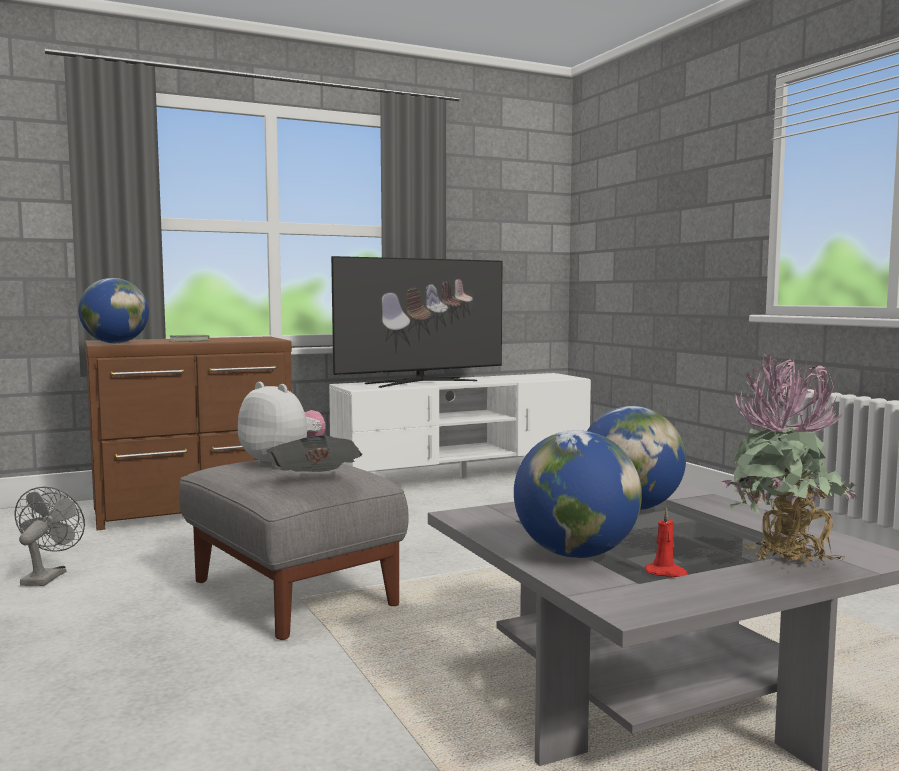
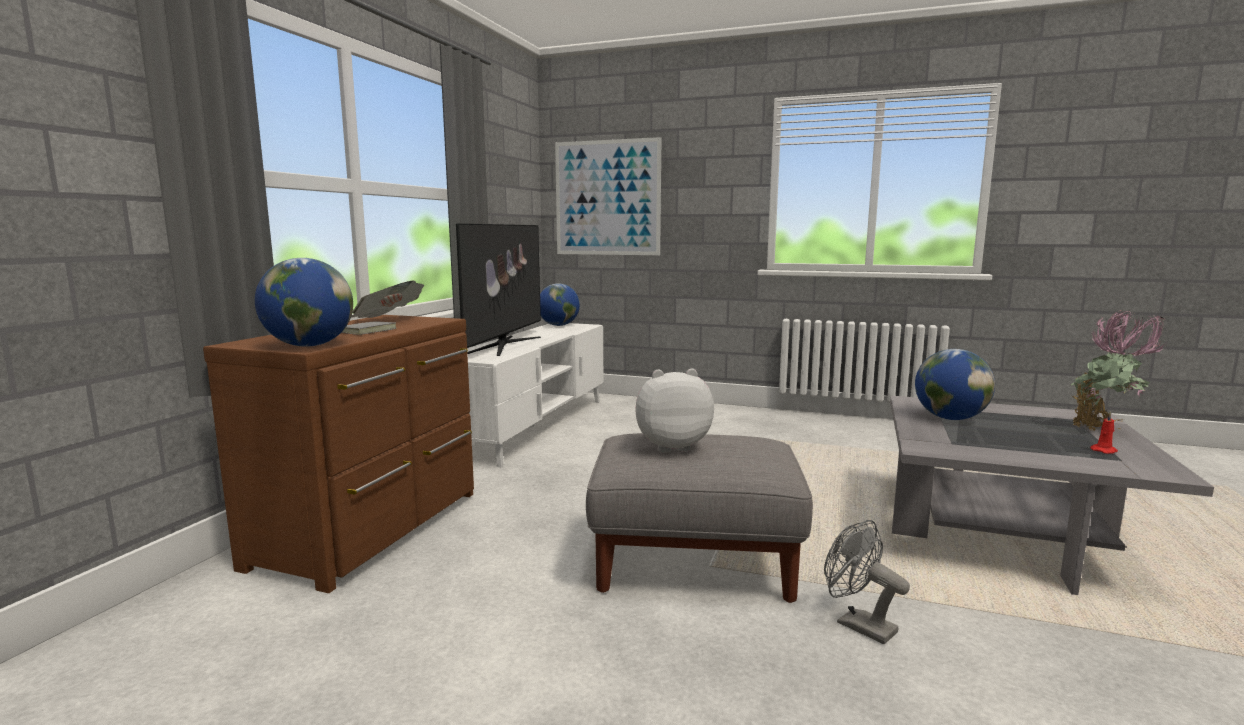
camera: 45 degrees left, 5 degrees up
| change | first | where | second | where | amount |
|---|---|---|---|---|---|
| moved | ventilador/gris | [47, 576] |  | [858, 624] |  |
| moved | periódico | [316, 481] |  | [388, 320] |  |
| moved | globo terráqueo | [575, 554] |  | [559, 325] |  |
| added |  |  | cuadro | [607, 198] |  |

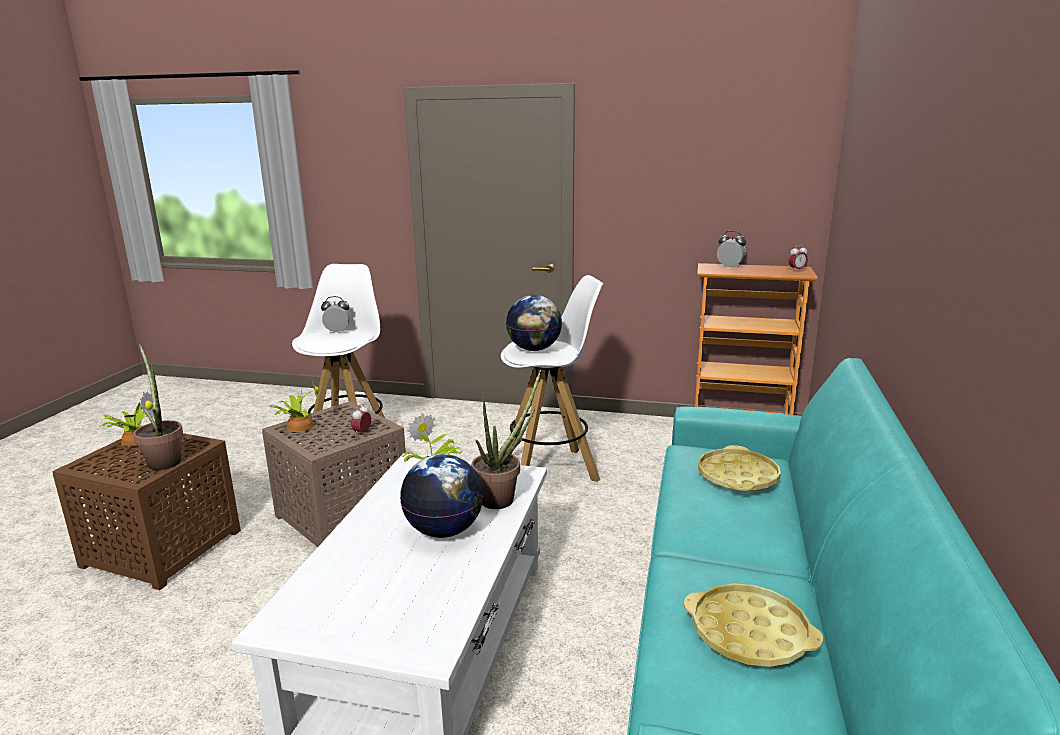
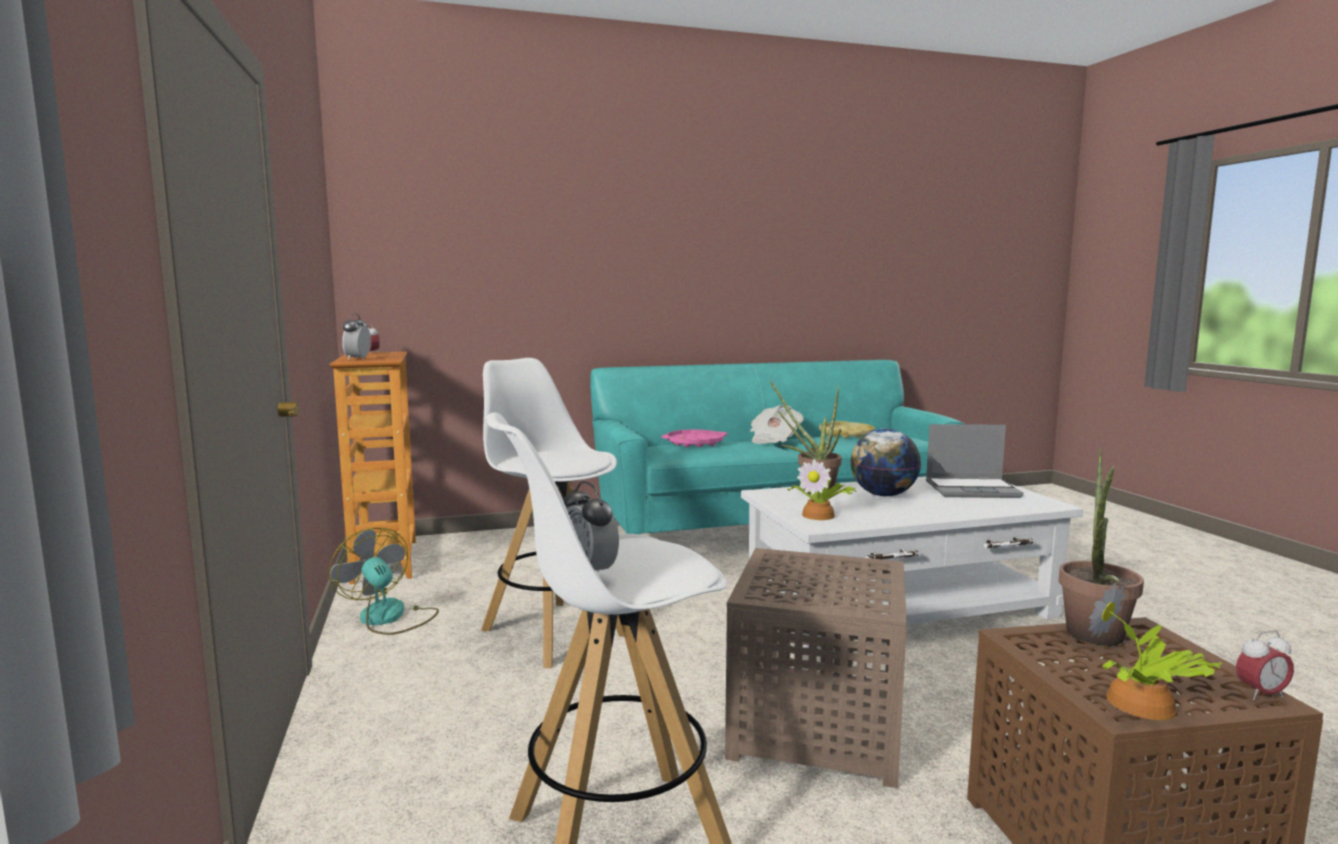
camera: 120 degrees left, 10 degrees down
| change | first | where | second | where | amount |
|---|---|---|---|---|---|
| removed | planta en maceta | [298, 426] |  |  |  |
| moved | despertador | [362, 433] |  | [1261, 694] |  |
| removed | globo terráqueo | [534, 349] |  |  |  |
| recoloured | bandeja/amarillo | [737, 476] | bandeja/rosa | [694, 443] |  |
| added |  |  | ventilador | [389, 618] |  |
| added |  |  | periódico | [773, 439] |  |
| added |  |  | portátil | [973, 490] |  |

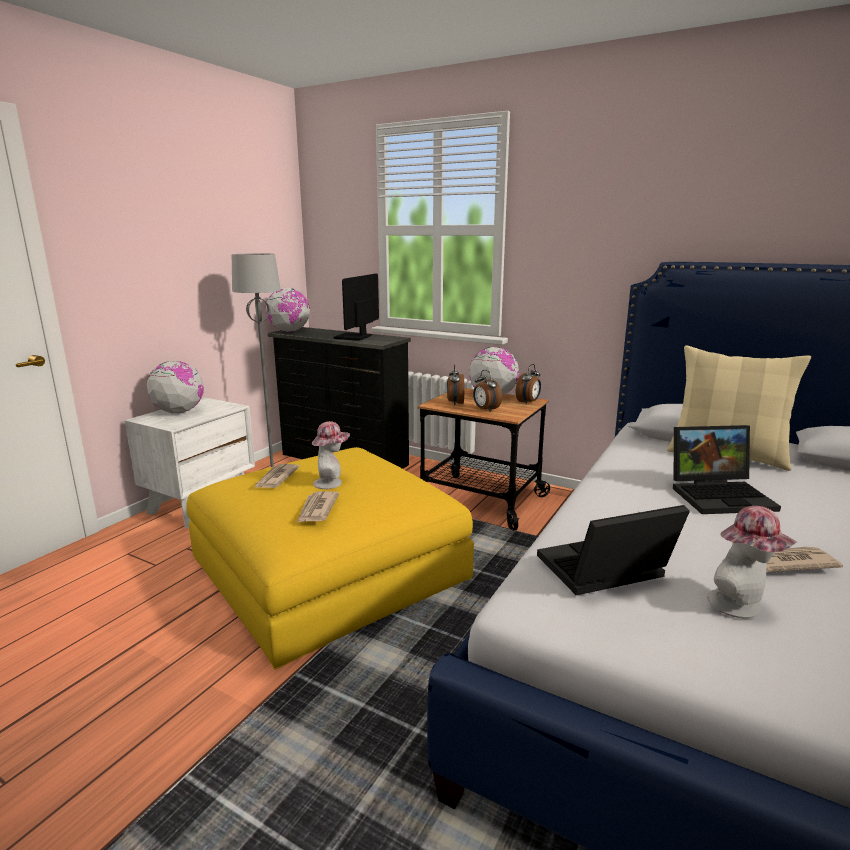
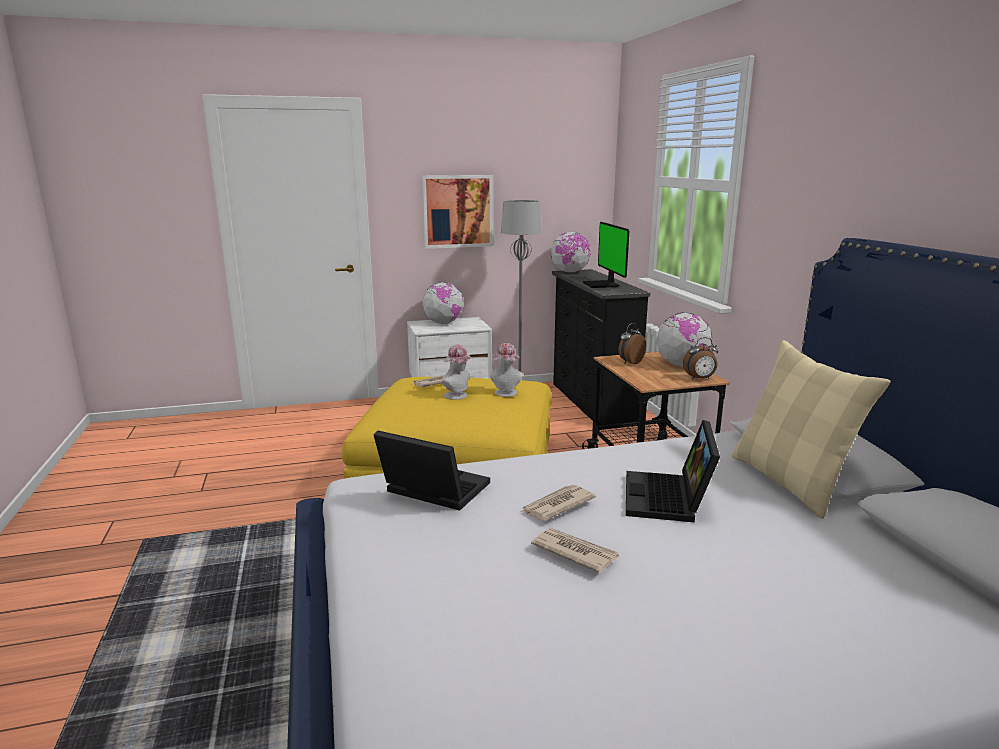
camera: 45 degrees right, 0 degrees up
| change | first | where | second | where | amount |
|---|---|---|---|---|---|
| moved | periódico | [317, 509] |  | [556, 505] |  |
| turned | monitor | [354, 337] |  | [602, 285] | 75 degrees counterclockwise |
| removed | despertador | [485, 410] |  |  |  |
| turned | portátil | [720, 495] |  | [669, 499] | 60 degrees clockwise |
| moved | sombrero | [741, 606] |  | [506, 393] |  |
| added |  |  | cuadro | [457, 211] |  |

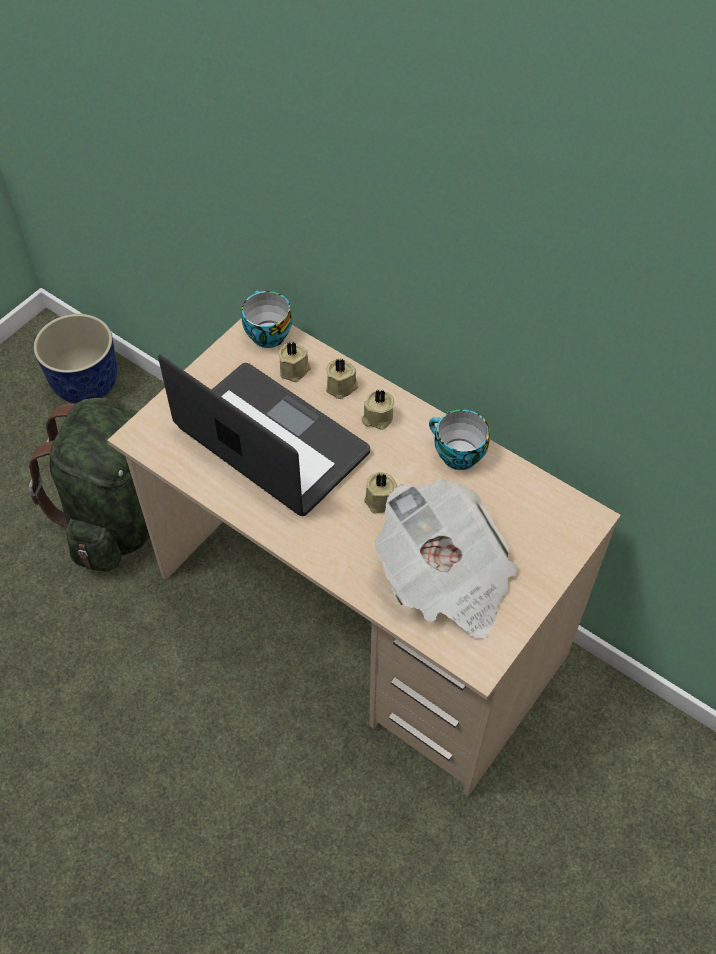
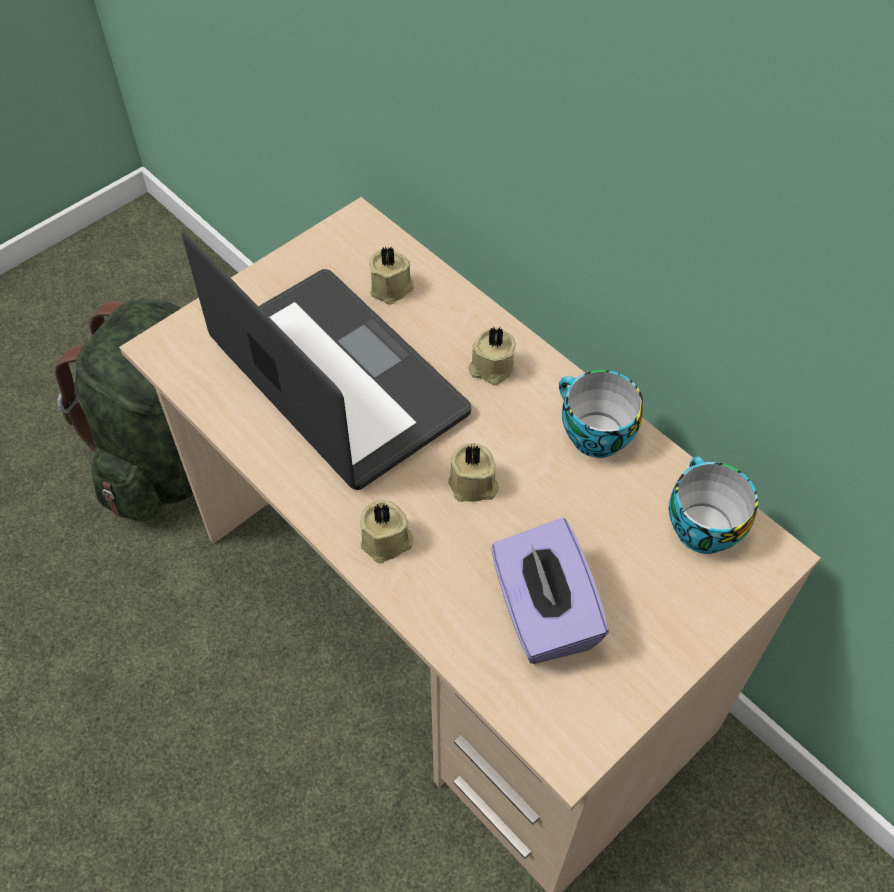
camera: 10 degrees right, 0 degrees up
| change | first | where | second | where | amount |
|---|---|---|---|---|---|
| removed | maceta | [88, 386] |  |  |  |
| moved | taza | [266, 333] |  | [699, 526] |  |
| moved | vela/beis | [342, 387] |  | [387, 542] |  |
| replaced | periódico | [445, 578] | caja de pañuelos/morado | [543, 613] |  |

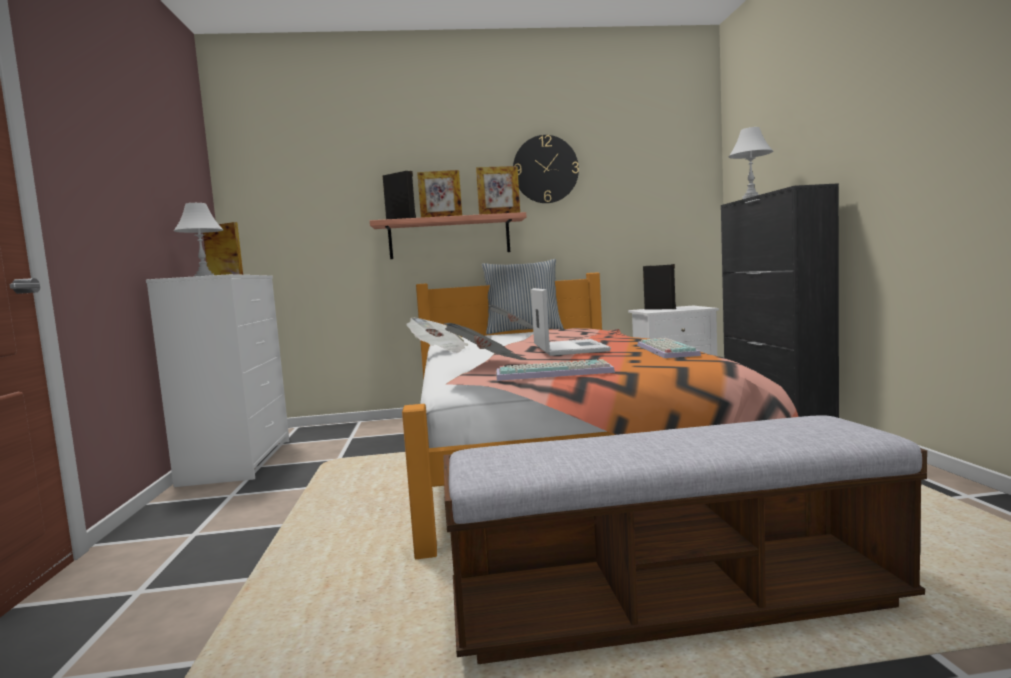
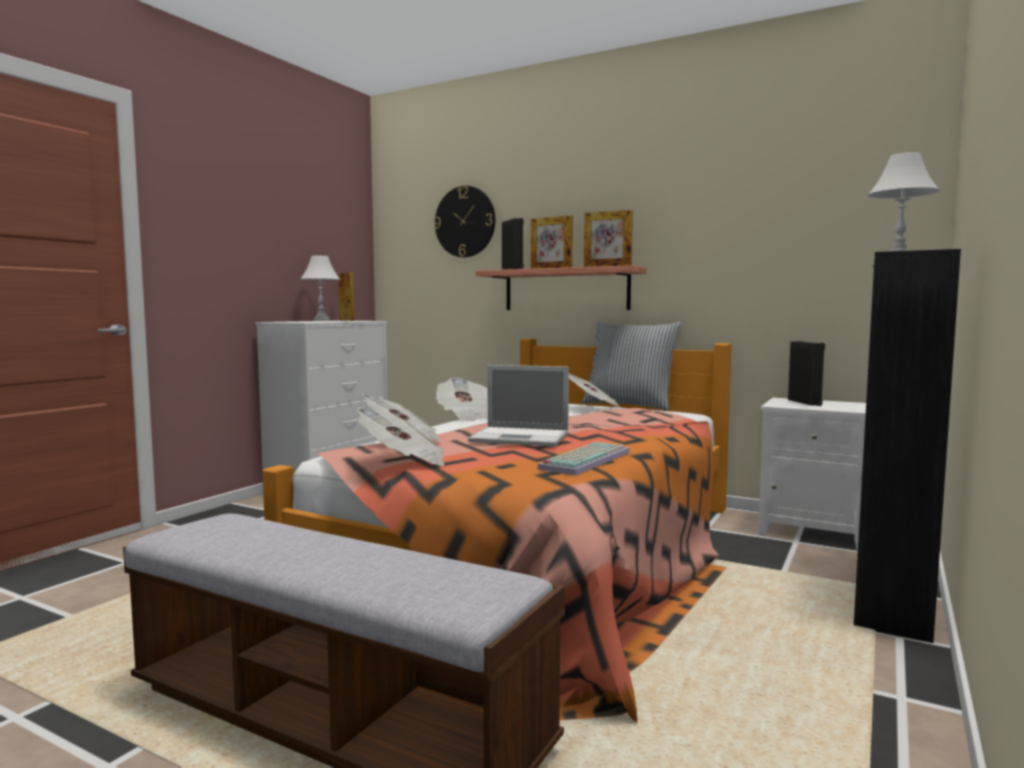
camera: 35 degrees right, 0 degrees up
| change | first | where | second | where | amount |
|---|---|---|---|---|---|
| replaced | teclado | [555, 372] | periódico | [404, 461] |  |
| moved | reloj de pared | [545, 169] |  | [465, 222] |  |
| turned | portátil | [569, 348] |  | [522, 437] | 75 degrees clockwise |

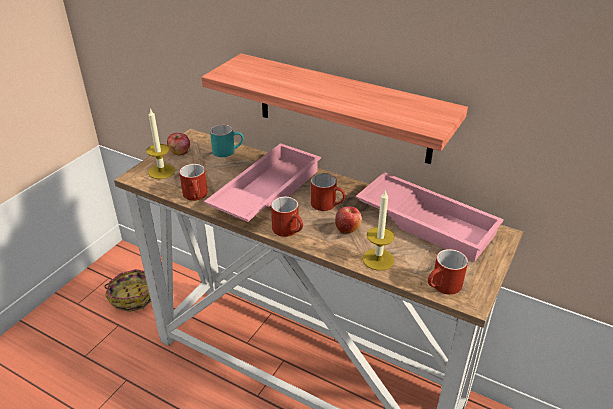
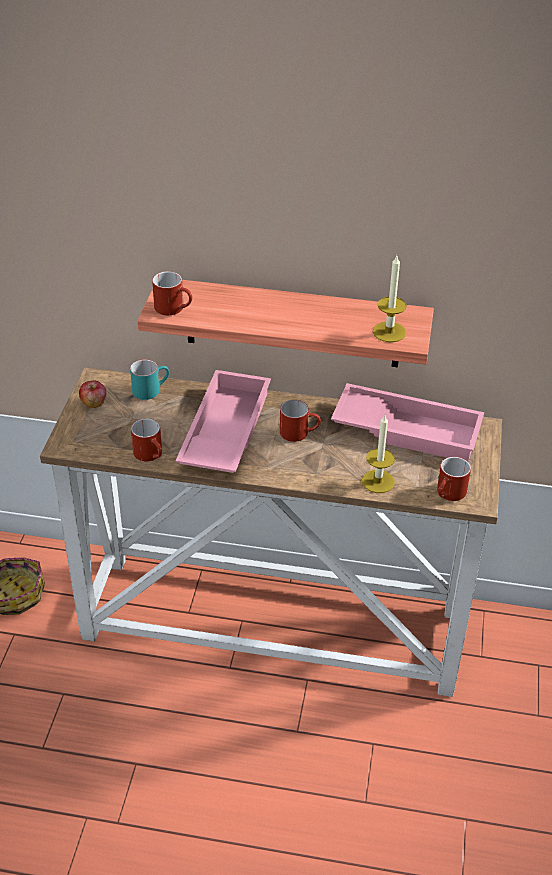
camera: 20 degrees left, 5 degrees up
| change | first | where | second | where | amount |
|---|---|---|---|---|---|
| moved | vela | [161, 171] |  | [389, 332] |  |
| moved | taza grande/rojo | [289, 230] |  | [174, 308] |  |
| removed | manzana | [347, 228] |  |  |  |

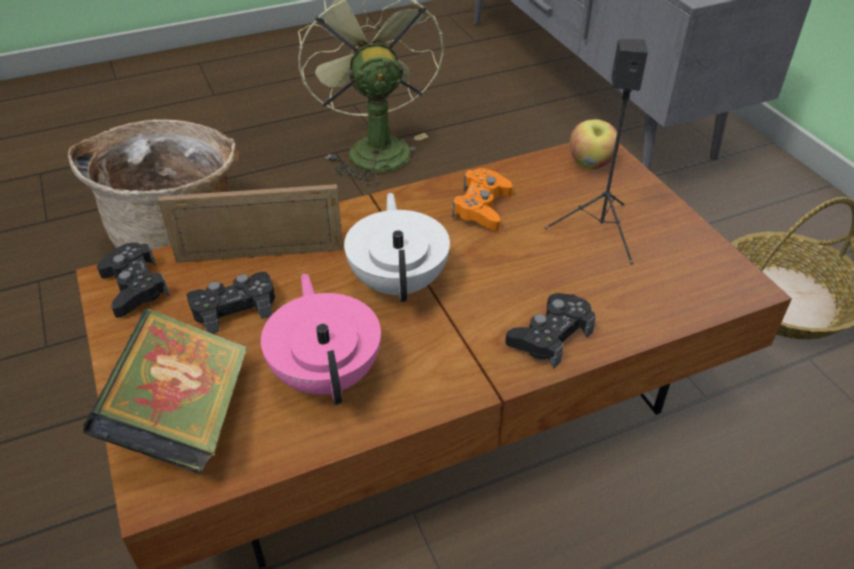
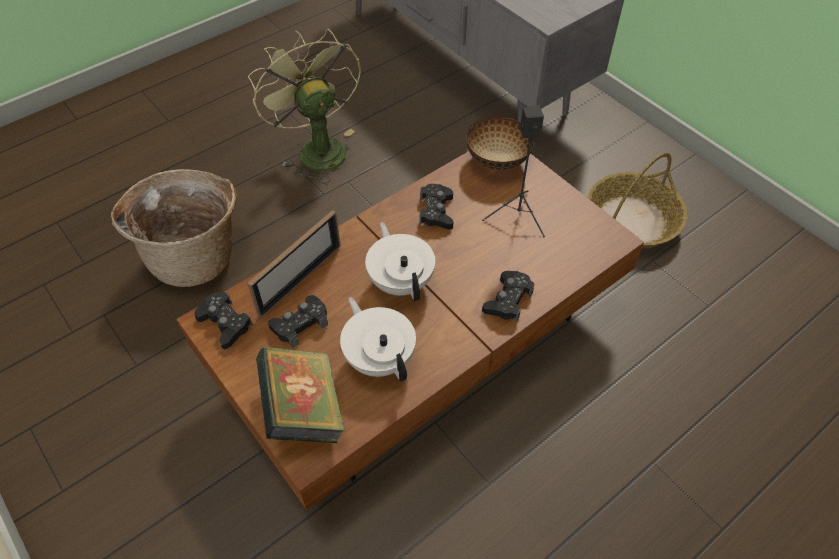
camera: 15 degrees left, 10 degrees up
| change | first | where | second | where | amount |
|---|---|---|---|---|---|
| turned | portarretratos | [260, 254] |  | [300, 280] | 150 degrees clockwise |
| recoloured | tetera/rosa | [327, 373] | tetera/blanco | [379, 357] |  |
| recoloured | mando de consola/naranja | [482, 207] | mando de consola/negro | [436, 211] |  |
| replaced | manzana | [591, 164] | cuenco | [498, 161] |  |

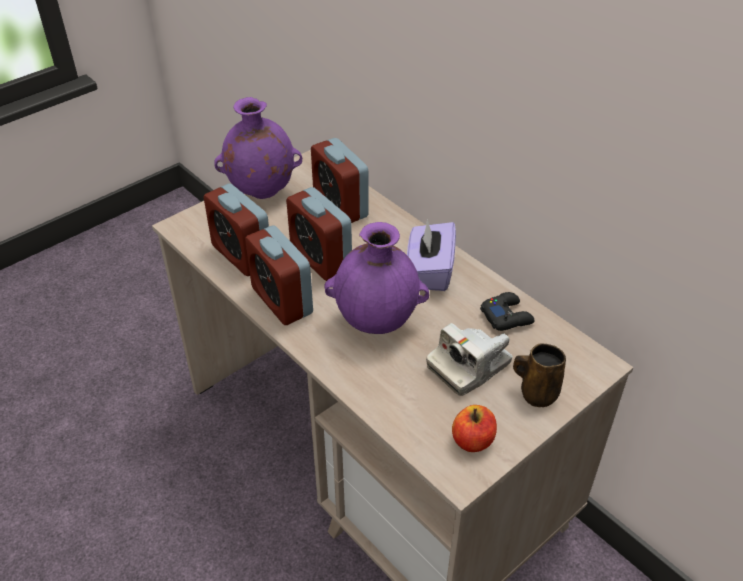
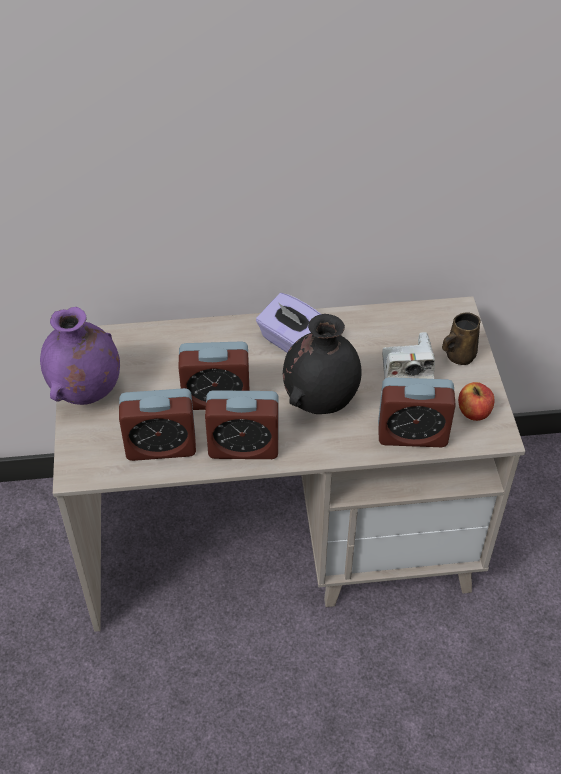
camera: 55 degrees left, 5 degrees up
| change | first | where | second | where | amount |
|---|---|---|---|---|---|
| moved | despertador | [340, 206] |  | [412, 434] |  |
| recoloured | florero/morado | [376, 323] | florero/negro | [320, 402] |  |
| removed | mando de consola/negro | [506, 316] |  |  |  |

